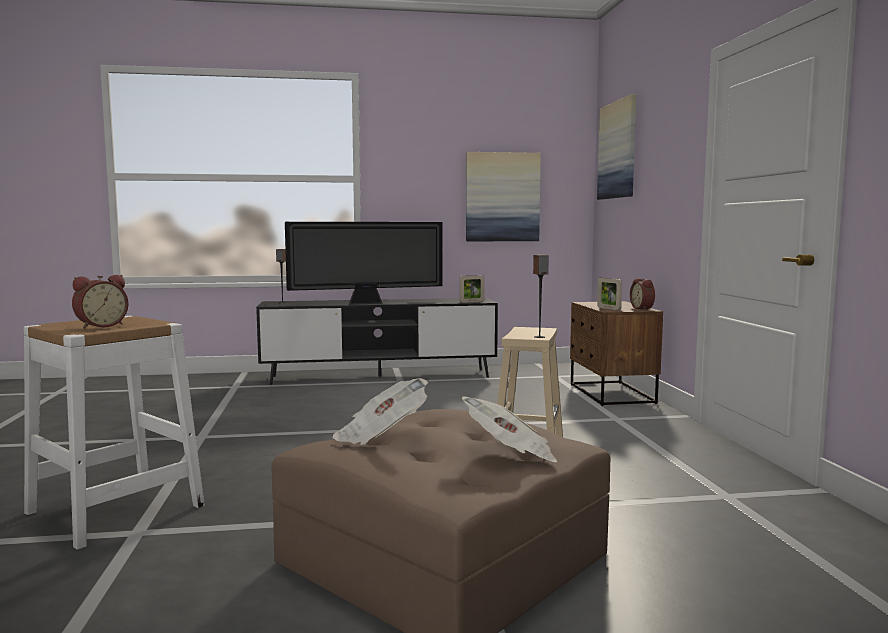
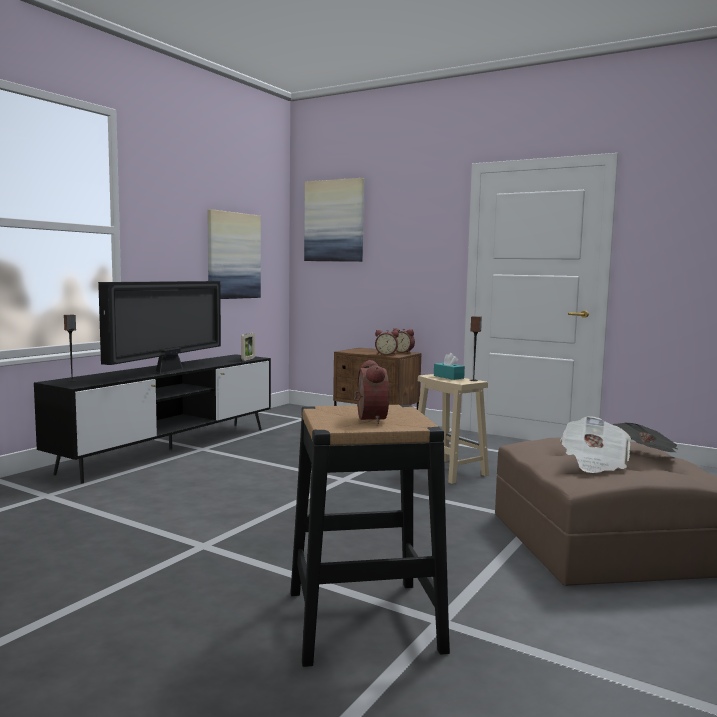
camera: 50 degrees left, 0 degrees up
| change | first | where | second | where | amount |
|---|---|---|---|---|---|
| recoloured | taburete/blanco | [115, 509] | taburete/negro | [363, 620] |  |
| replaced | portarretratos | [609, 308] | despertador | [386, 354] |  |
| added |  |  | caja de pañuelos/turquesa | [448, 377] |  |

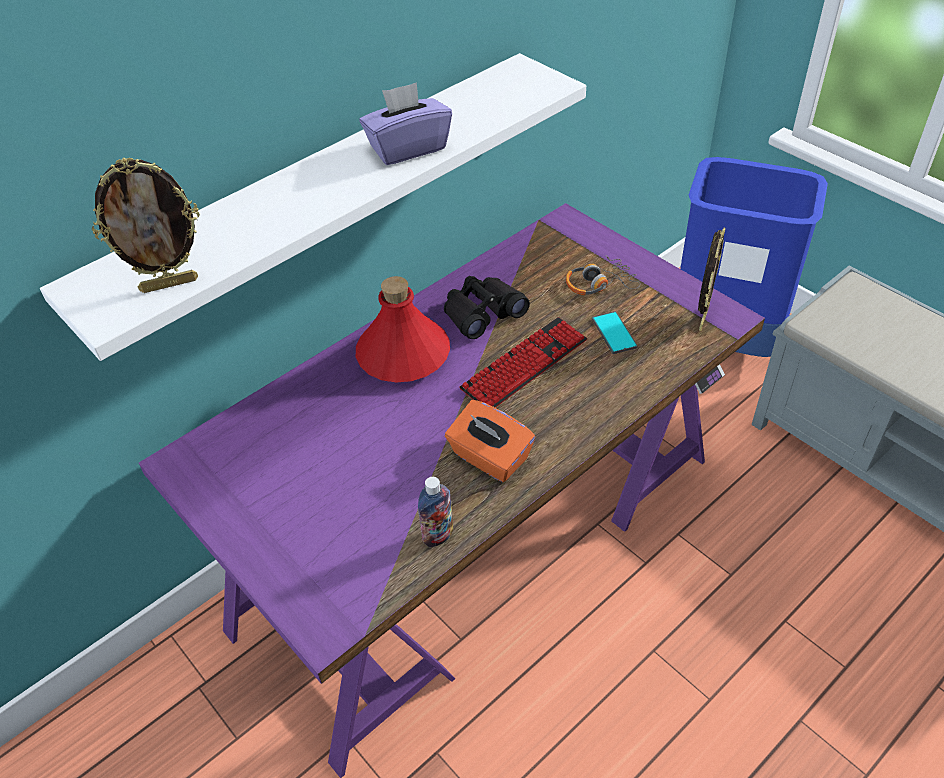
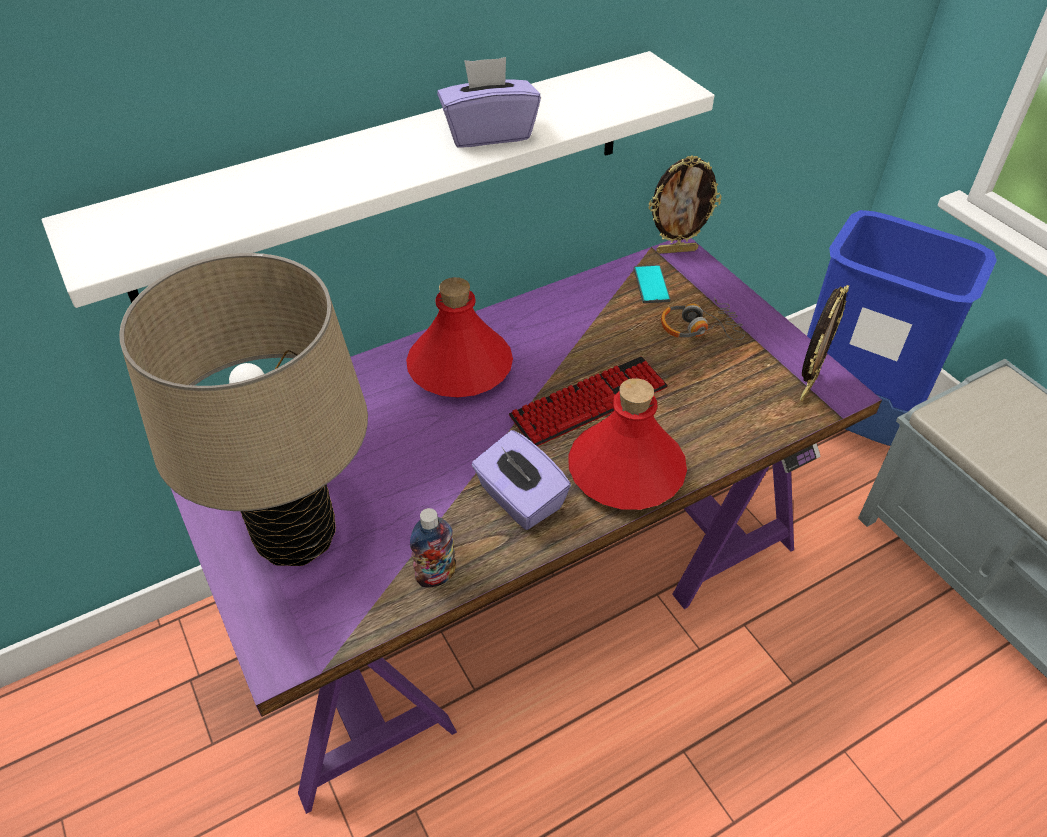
camera: 10 degrees right, 0 degrees up
| change | first | where | second | where | amount |
|---|---|---|---|---|---|
| moved | portarretratos | [169, 284] |  | [676, 250] |  |
| removed | prismáticos/negro | [482, 313] |  |  |  |
| recoloured | caja de pañuelos/naranja | [489, 458] | caja de pañuelos/morado | [519, 499] |  |
| moved | móvil | [614, 333] |  | [651, 284] |  |
| added |  |  | lámpara de mesa/beis | [296, 536] |  |
| added |  |  | botella/rojo | [626, 471] |  |

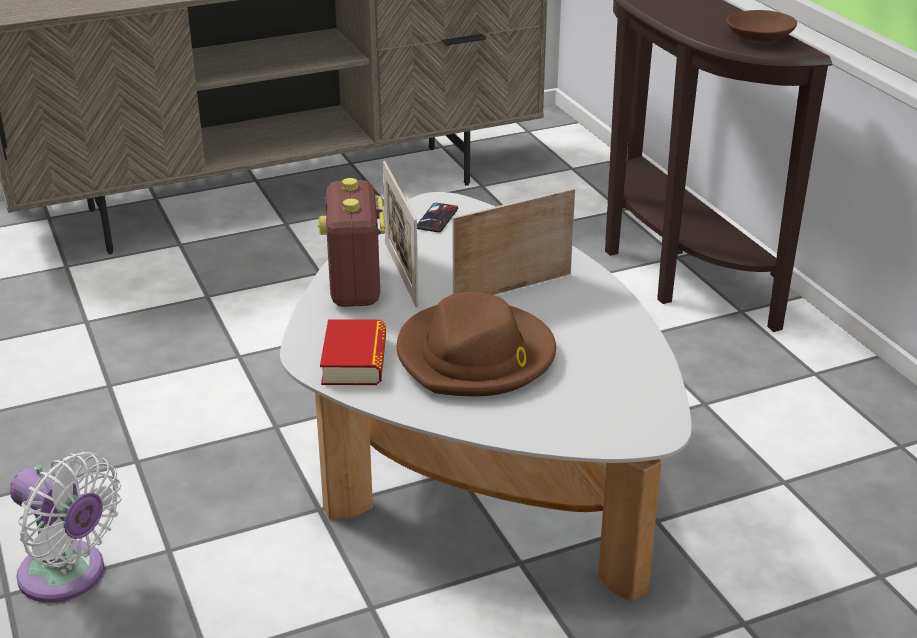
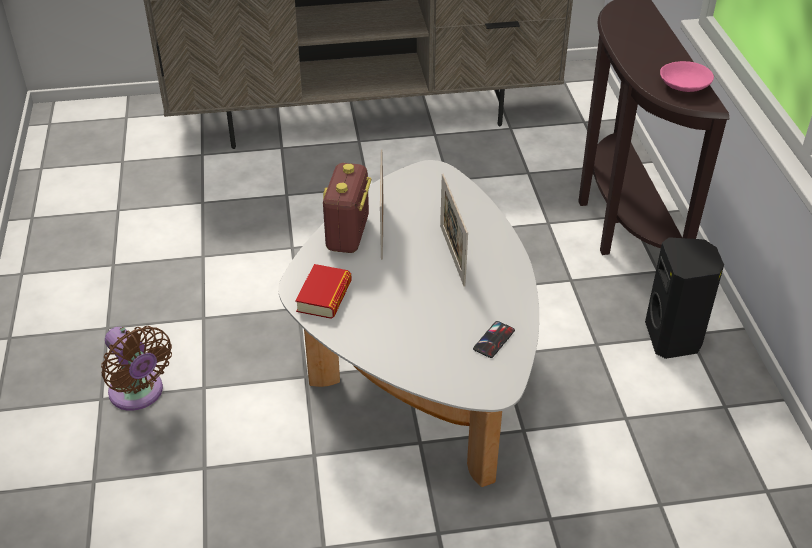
camera: 15 degrees right, 10 degrees up
| change | first | where | second | where | amount |
|---|---|---|---|---|---|
| recoloured | ventilador/blanco | [68, 577] | ventilador/marrón | [139, 394] |  |
| removed | sombrero/marrón | [476, 356] |  |  |  |
| moved | móvil | [437, 218] |  | [494, 340] |  |
| turned | portarretratos | [512, 289] |  | [452, 255] | 90 degrees counterclockwise |
| recoloured | cuenco/marrón | [758, 37] | cuenco/rosa | [683, 85] |  |
| added |  |  | altavoz/negro | [674, 338] |  |

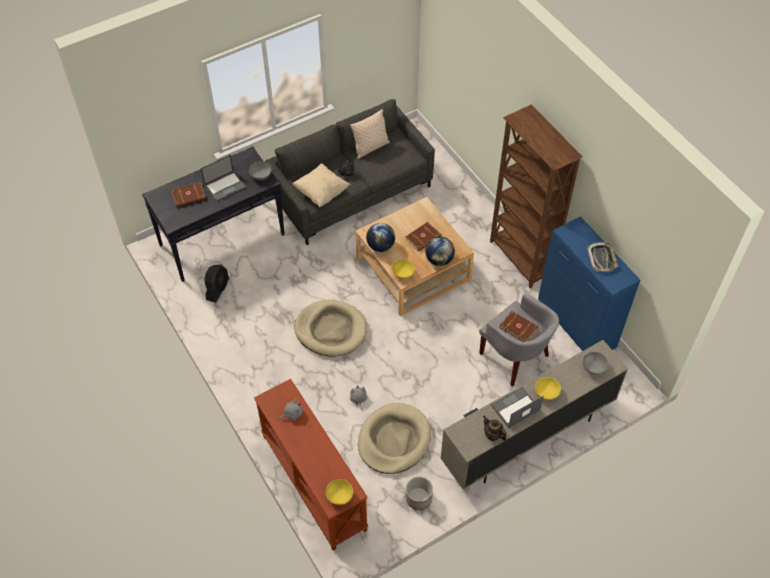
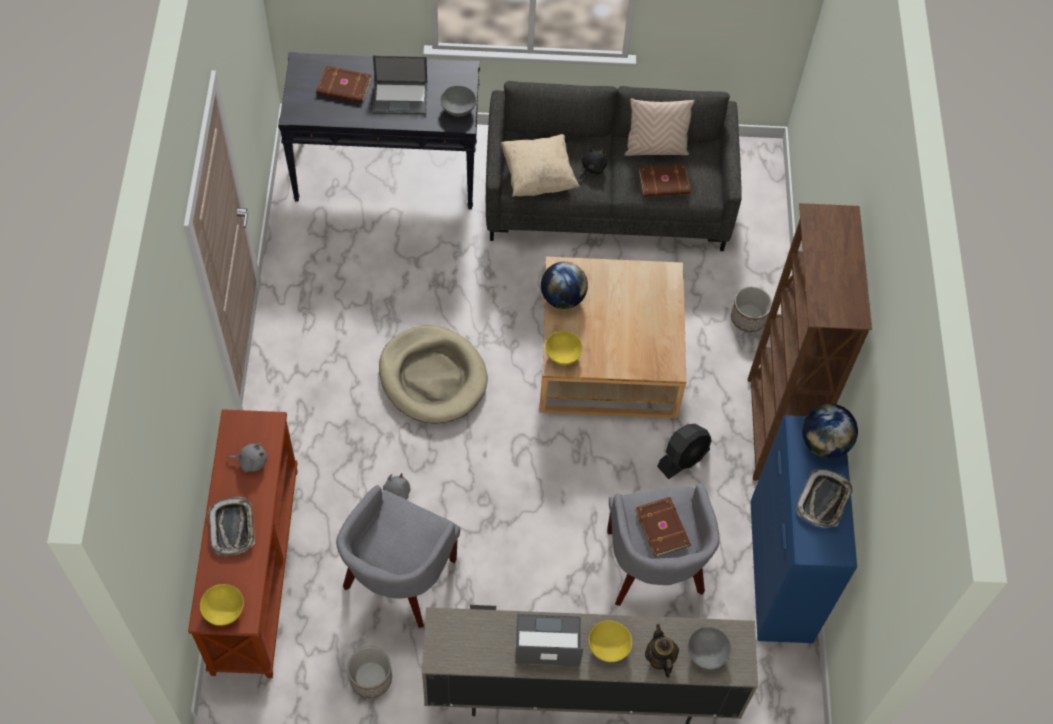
camera: 30 degrees right, 5 degrees up
| change | first | where | second | where | amount |
|---|---|---|---|---|---|
| moved | ventilador/negro | [218, 289] |  | [683, 458] |  |
| replaced | cama para perro/beis | [394, 440] | sillón/gris | [399, 579] |  |
| moved | libro/marrón | [423, 238] |  | [664, 183] |  |
| moved | globo terráqueo | [439, 260] |  | [824, 443] |  |
| moved | tetera | [493, 435] |  | [659, 658] |  |
| added |  |  | bandeja | [233, 528] |  |
| added |  |  | maceta | [748, 318] |  |

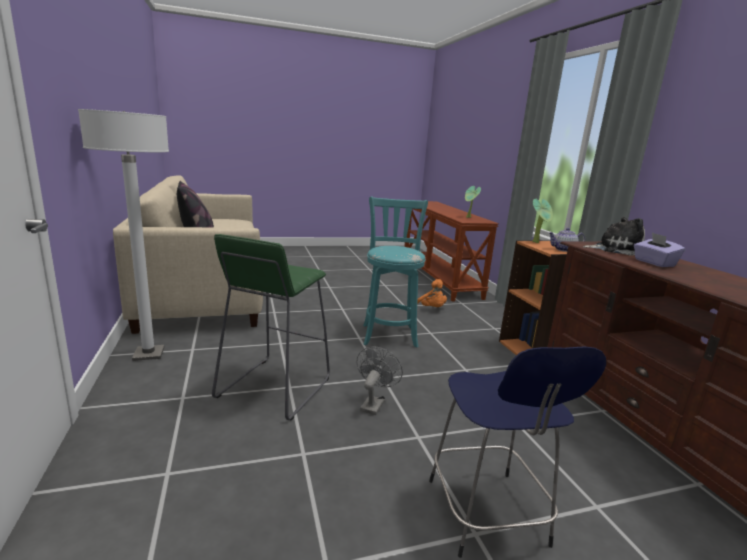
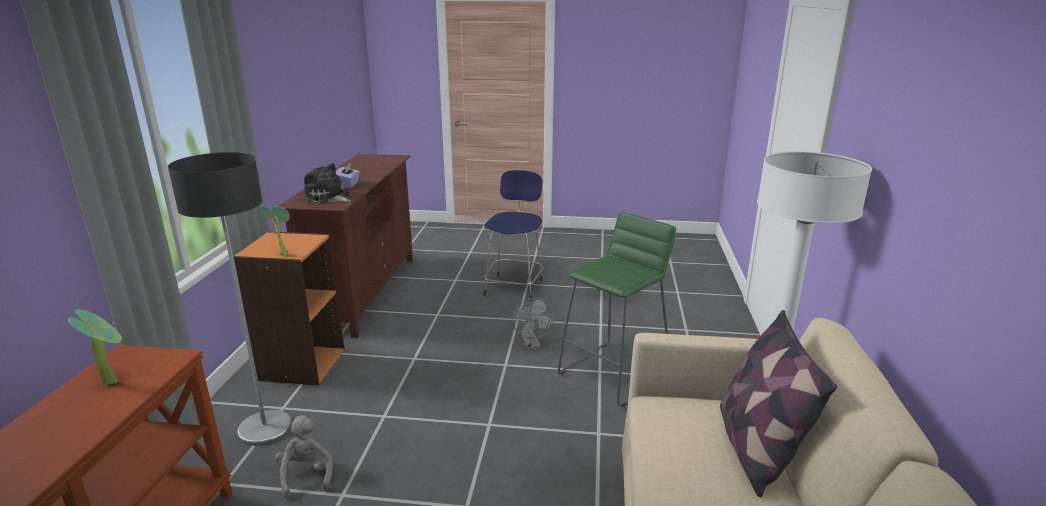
camera: 155 degrees left, 5 degrees up
| change | first | where | second | where | amount |
|---|---|---|---|---|---|
| turned | ventilador/gris | [374, 403] |  | [532, 344] | 60 degrees counterclockwise |
| removed | taburete/turquesa | [389, 334] |  |  |  |
| recoloured | peluche/naranja | [431, 309] | peluche/gris | [306, 475] |  |
| removed | tetera | [563, 250] |  |  |  |
| added |  |  | lámpara de pie | [264, 429] |  |

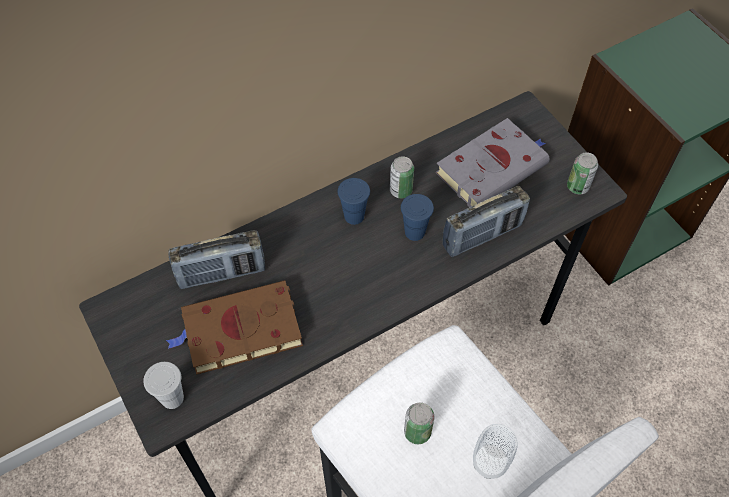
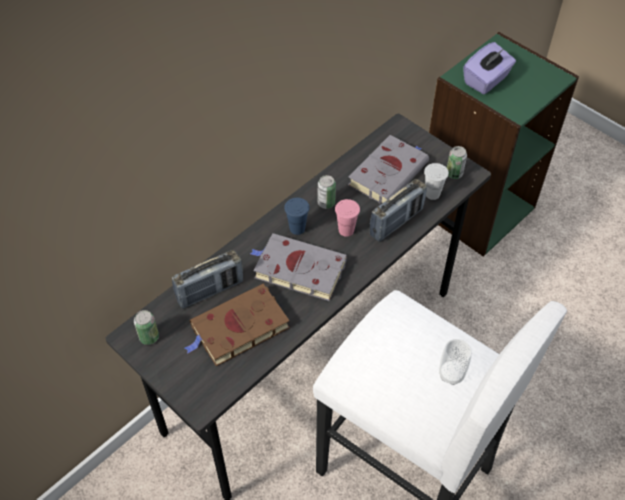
camera: 15 degrees left, 5 degrees down
| change | first | where | second | where | amount |
|---|---|---|---|---|---|
| moved | taza/blanco | [172, 398] |  | [432, 194] |  |
| recoloured | taza/azul | [414, 232] | taza/rosa | [346, 230] |  |
| moved | lata | [417, 432] |  | [149, 337] |  |
| added |  |  | libro/gris | [297, 269] |  |
| added |  |  | caja de pañuelos/morado | [486, 80] |  |

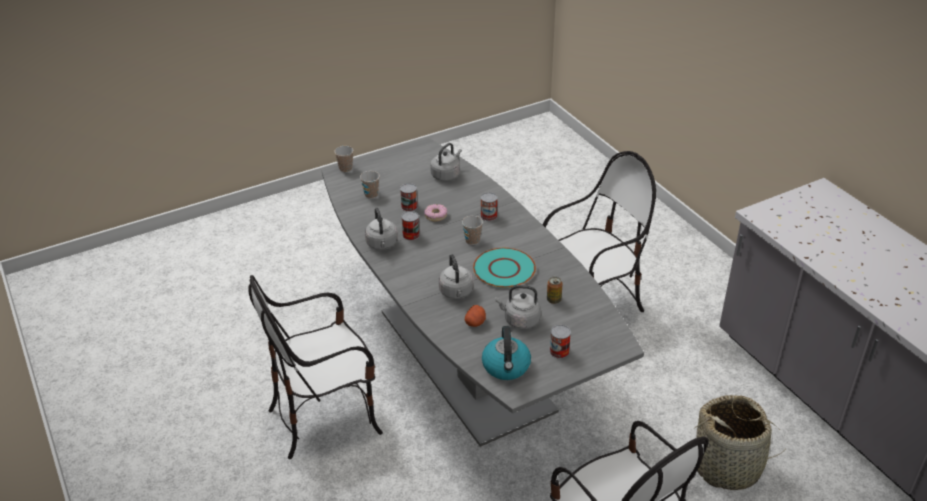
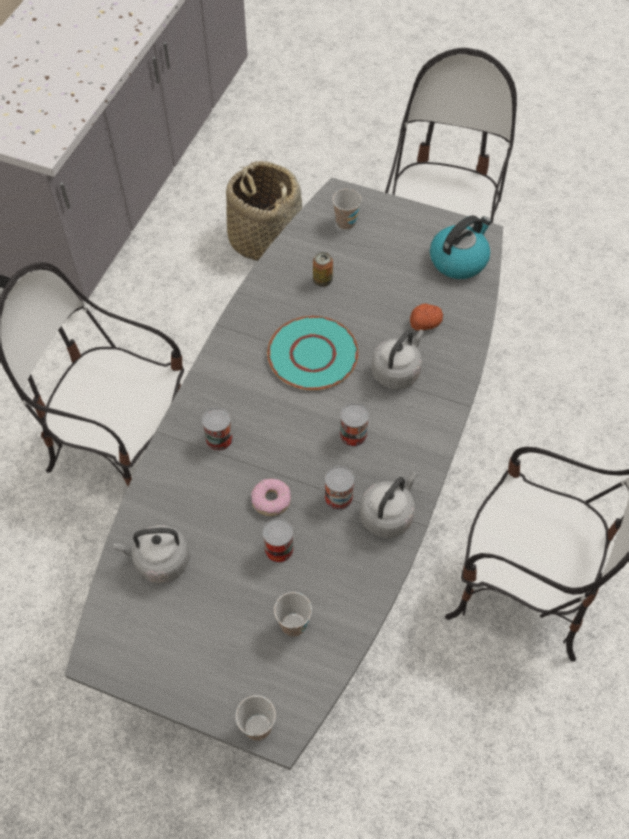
camera: 130 degrees left, 20 degrees up
| change | first | where | second | where | amount |
|---|---|---|---|---|---|
| moved | taza | [472, 241] |  | [346, 222] |  |
| removed | hervidor/gris | [519, 320] |  |  |  |
| moved | lata | [559, 351] |  | [353, 435] |  |

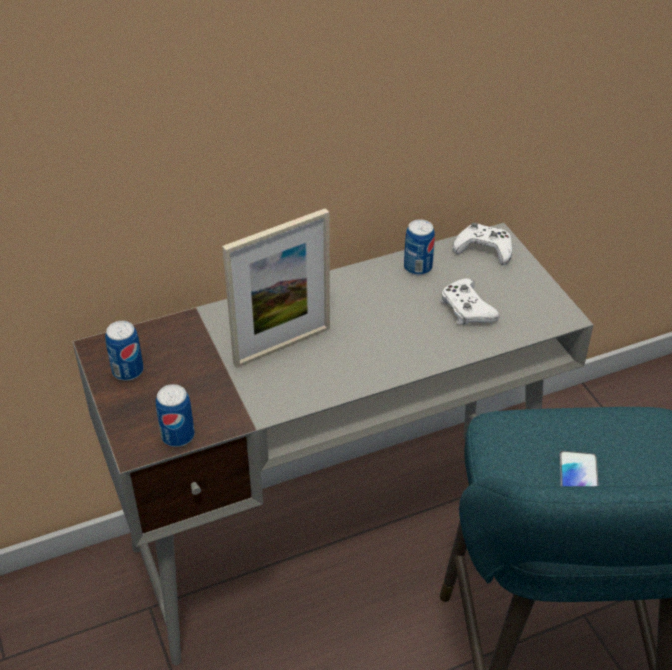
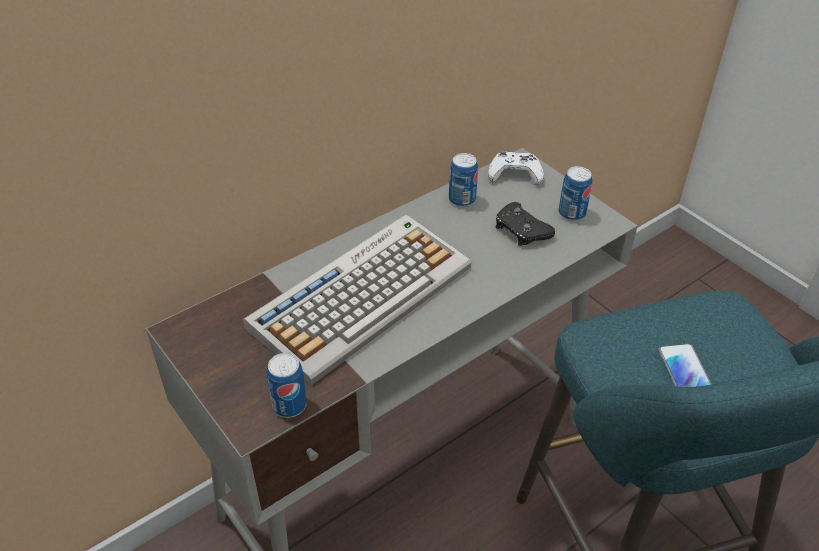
camera: 15 degrees left, 0 degrees up
| change | first | where | second | where | amount |
|---|---|---|---|---|---|
| moved | lata | [128, 371] |  | [572, 213] |  |
| replaced | portarretratos | [282, 346] | teclado | [362, 295] |  |
| recoloured | mando de consola/blanco | [466, 309] | mando de consola/negro | [521, 230] |  |

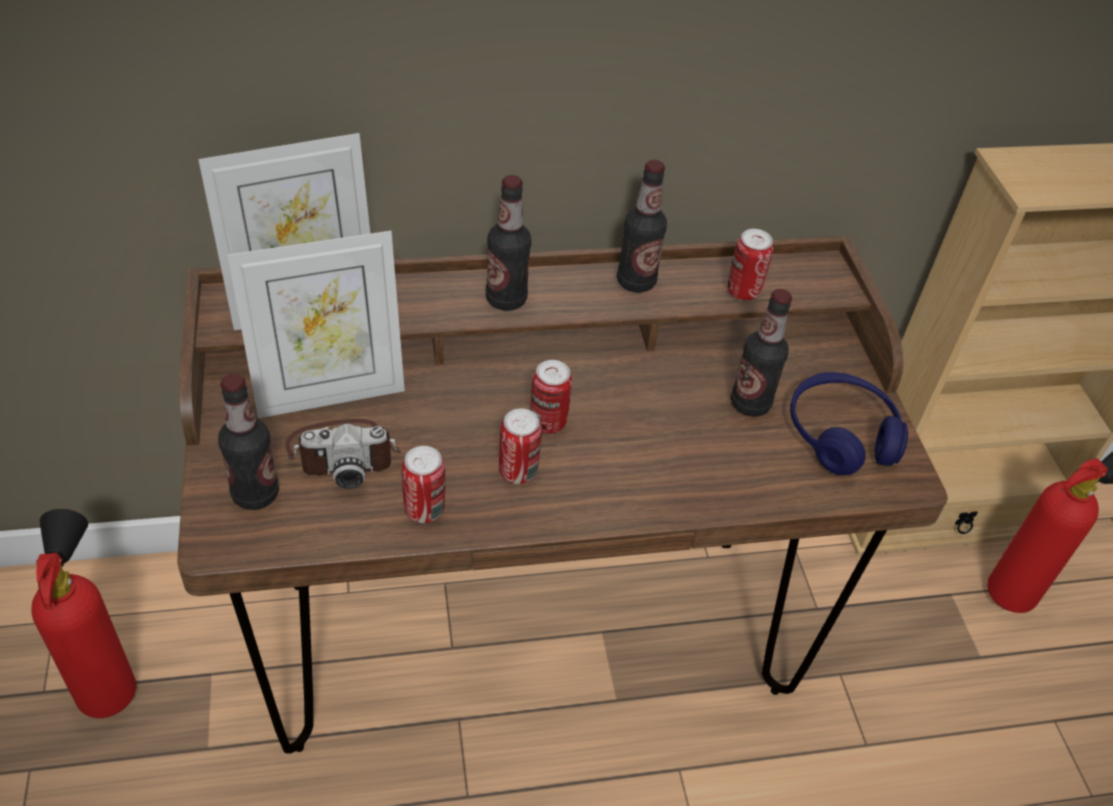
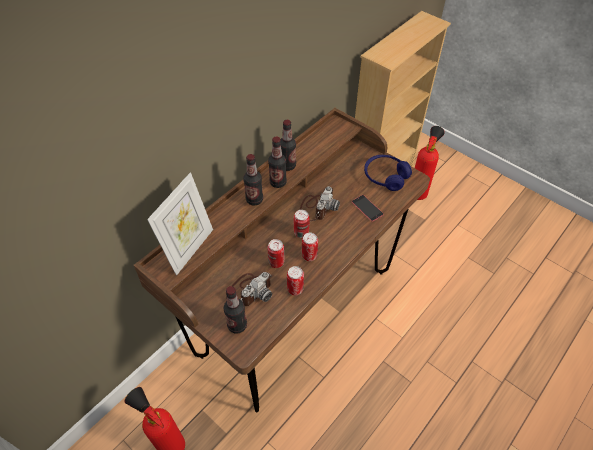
camera: 35 degrees left, 5 degrees up
| change | first | where | second | where | amount |
|---|---|---|---|---|---|
| removed | portarretratos | [329, 393] |  |  |  |
| moved | lata | [743, 291] |  | [276, 262] |  |
| moved | botella | [750, 404] |  | [278, 182] |  |
| added |  |  | cámara | [316, 208] |  |
| added |  |  | móvil | [367, 208] |  |

